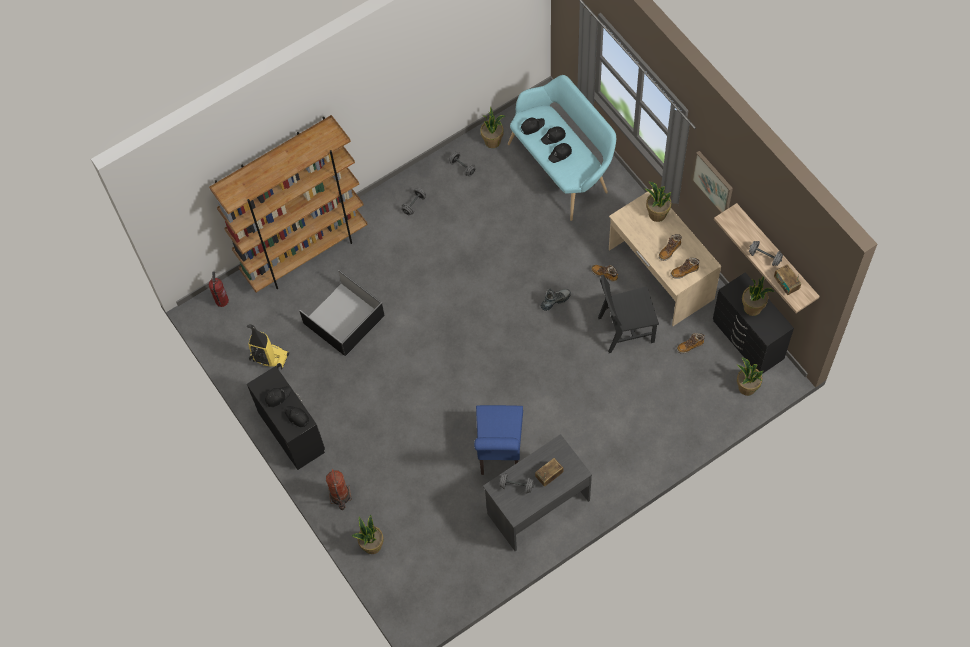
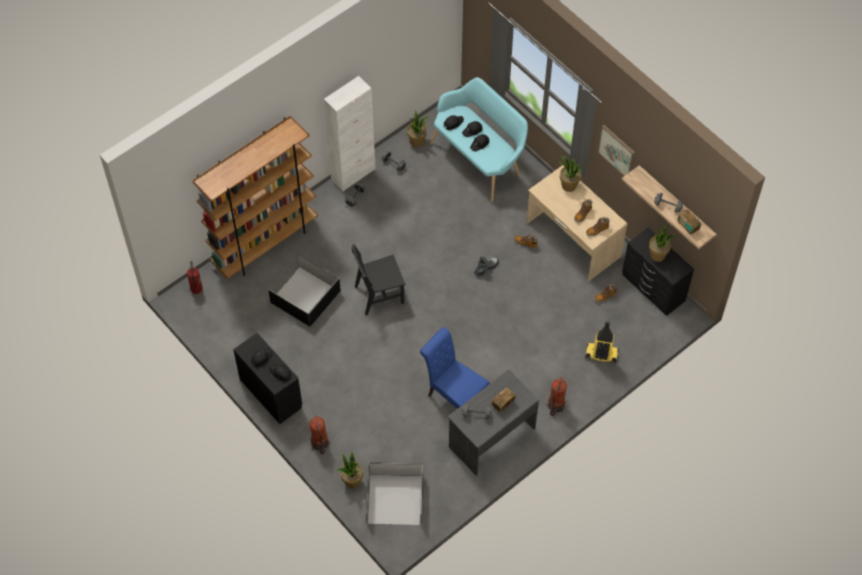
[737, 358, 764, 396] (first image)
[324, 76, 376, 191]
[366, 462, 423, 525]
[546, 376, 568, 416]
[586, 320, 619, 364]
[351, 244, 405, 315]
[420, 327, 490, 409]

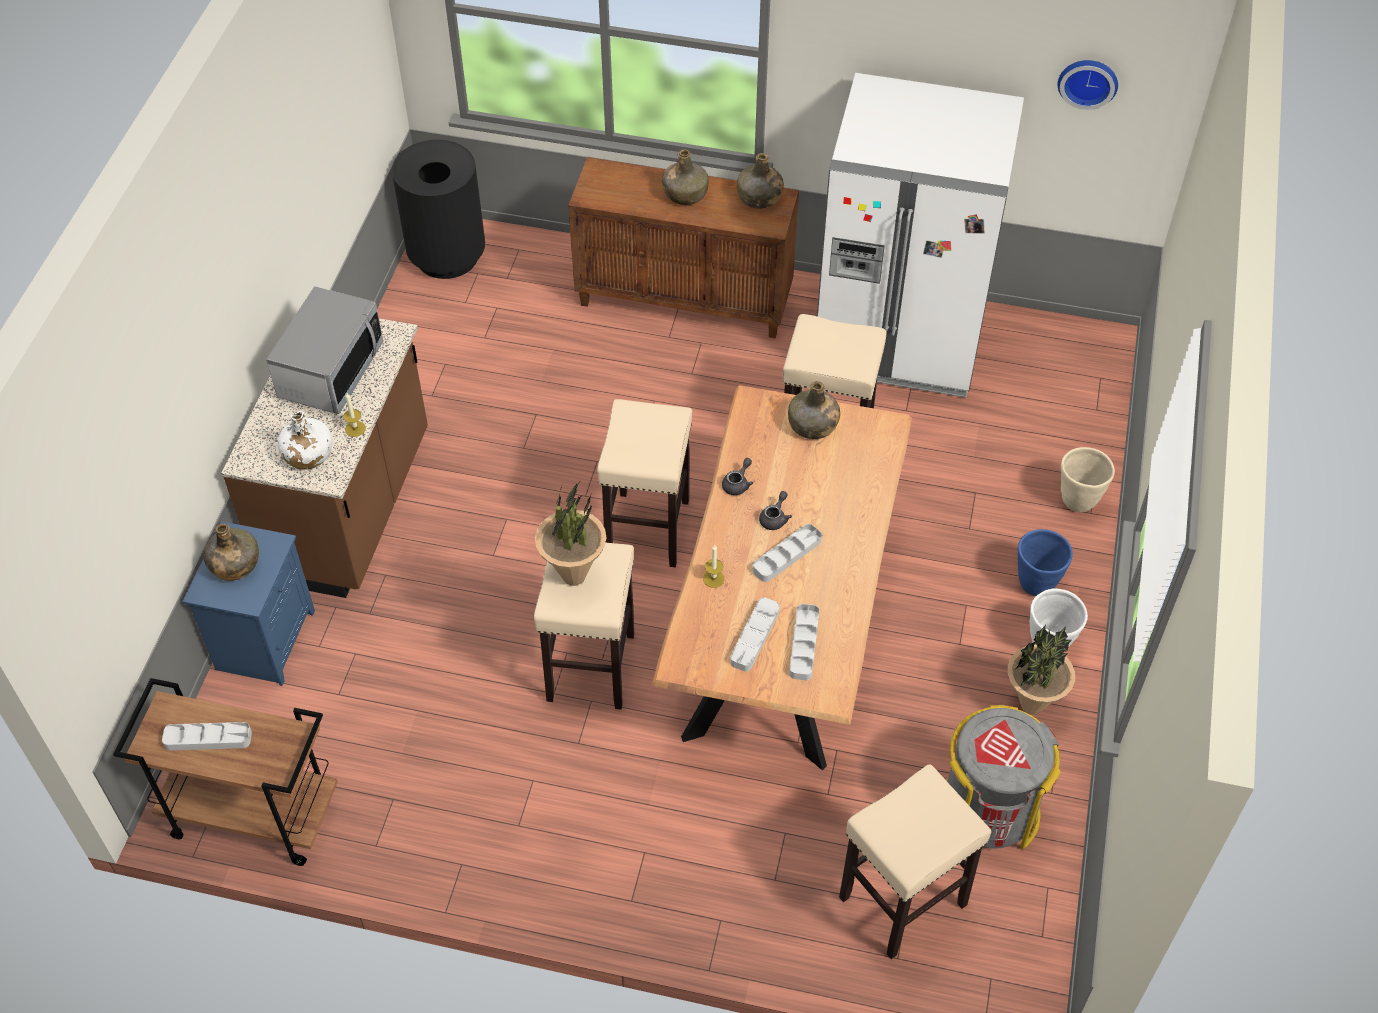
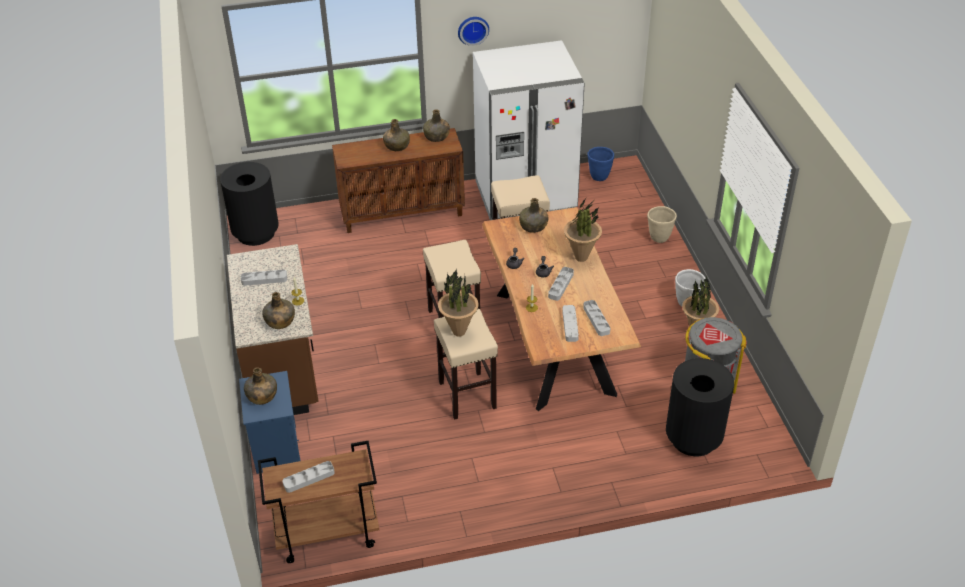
[564, 200, 602, 262]
[587, 147, 614, 181]
[458, 17, 489, 46]
[241, 270, 287, 286]
[666, 358, 734, 456]
[262, 292, 295, 329]

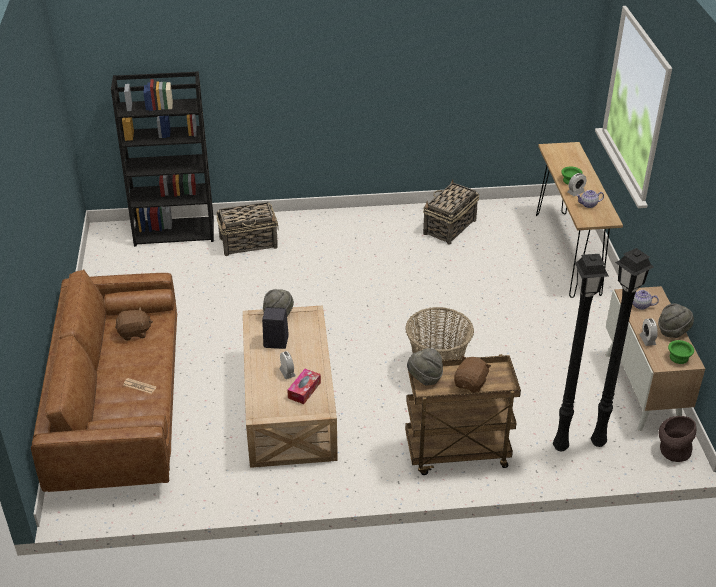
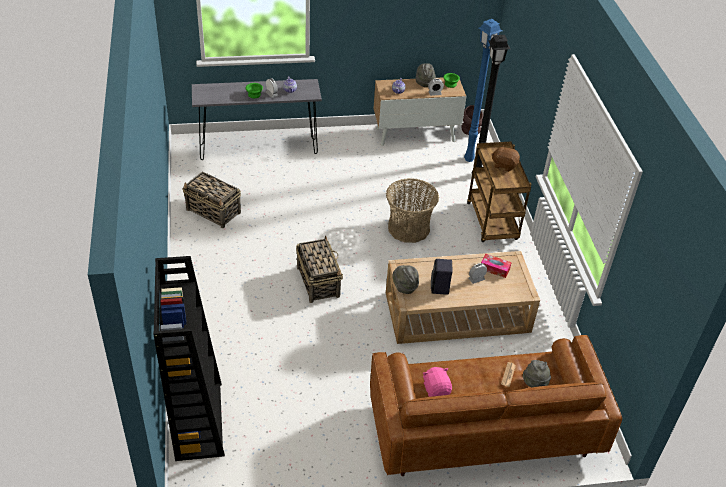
[296, 236, 343, 303]
[523, 360, 551, 387]
[422, 367, 452, 397]
[192, 79, 322, 160]
[464, 19, 502, 162]

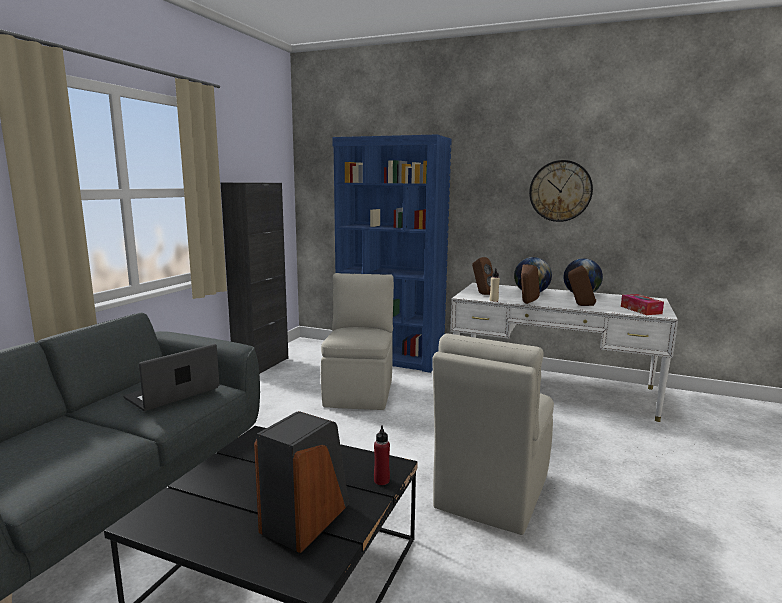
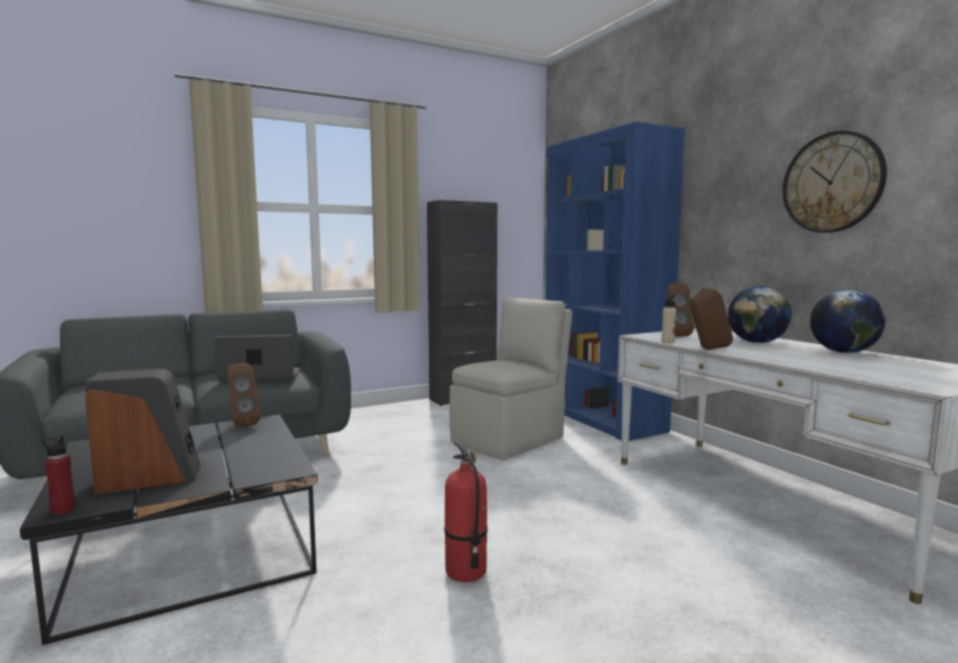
[621, 294, 664, 315] (first image)
[42, 435, 76, 515]
[227, 363, 261, 427]
[444, 441, 488, 582]

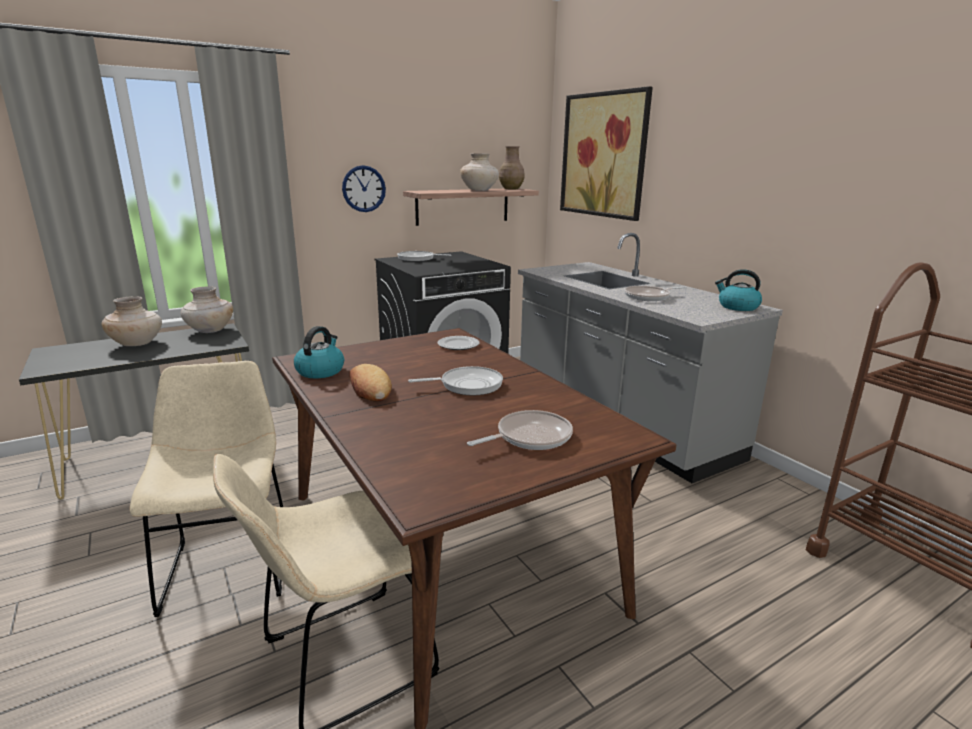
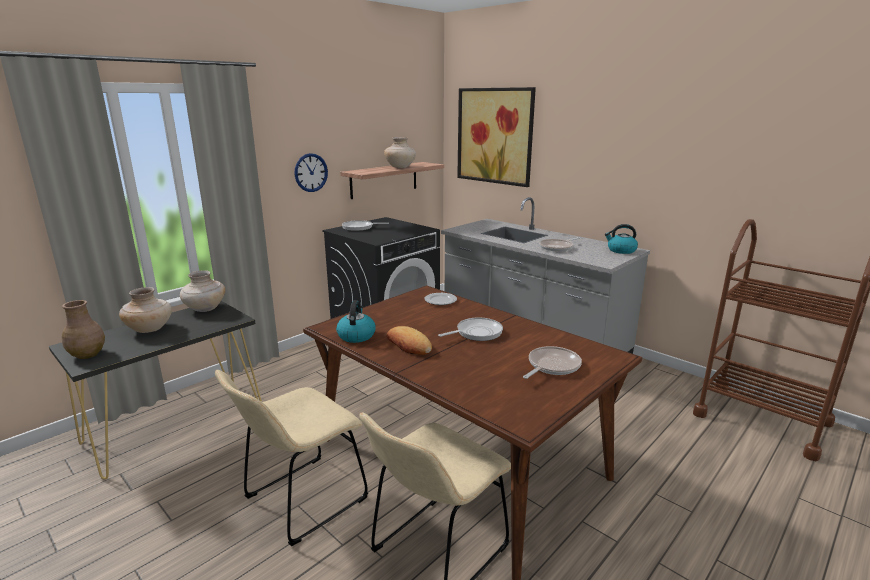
[62, 300, 105, 359]
[215, 370, 368, 546]

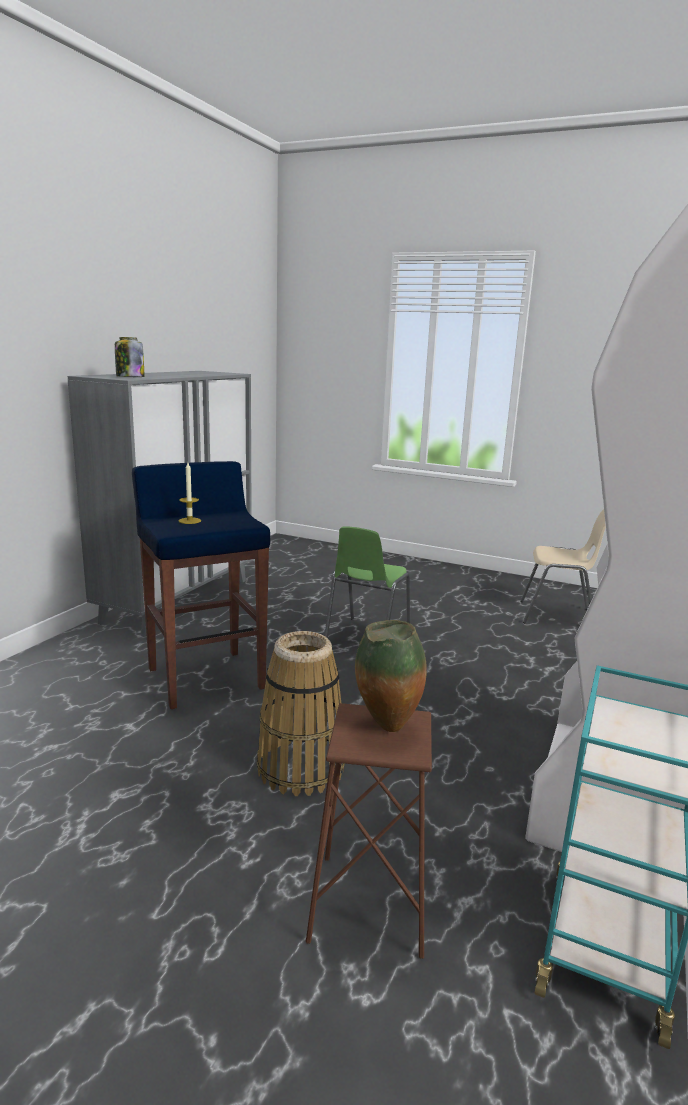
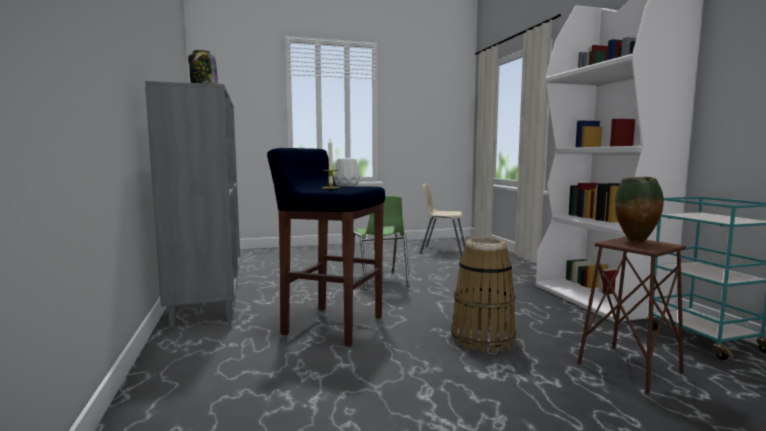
[334, 158, 360, 187]
[420, 184, 465, 256]

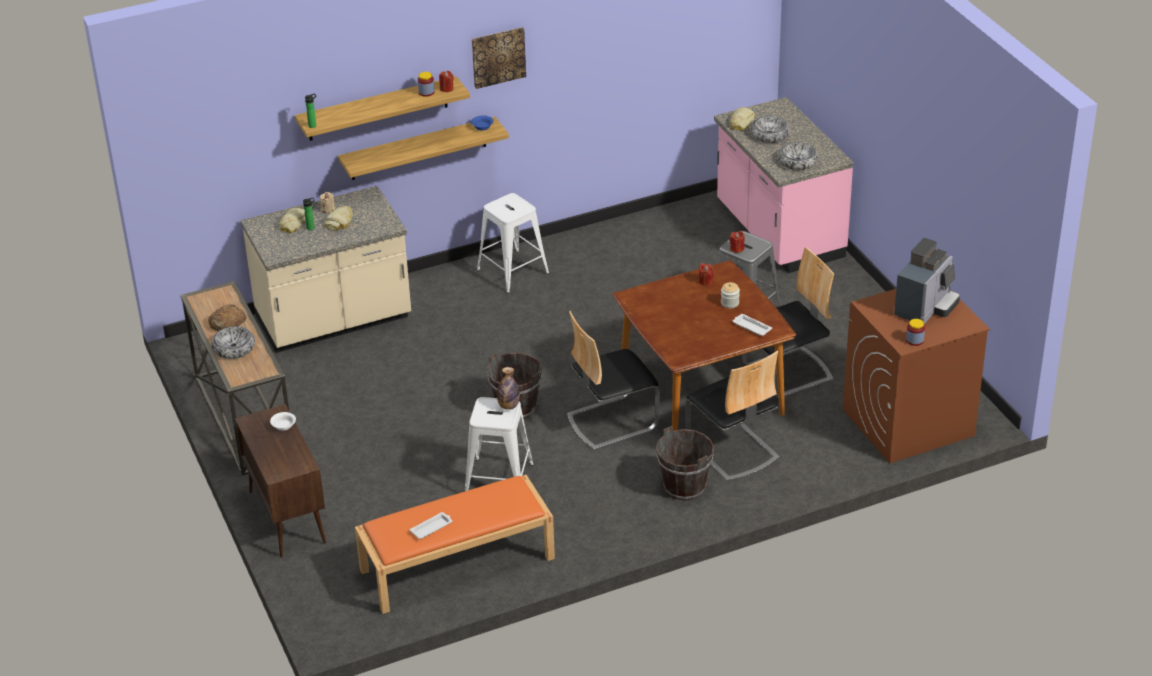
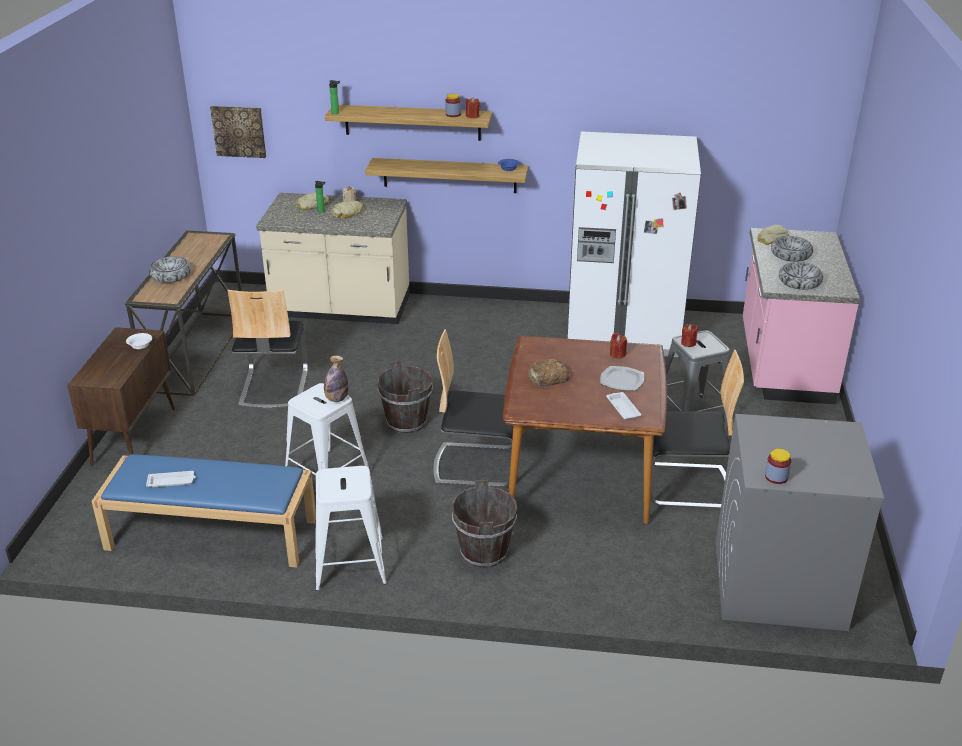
[894, 238, 960, 324] (first image)
[567, 131, 701, 357]
[527, 359, 570, 387]
[210, 106, 266, 158]
[315, 466, 387, 591]
[228, 289, 308, 409]
[600, 366, 644, 391]
[91, 454, 316, 568]
[716, 414, 884, 631]

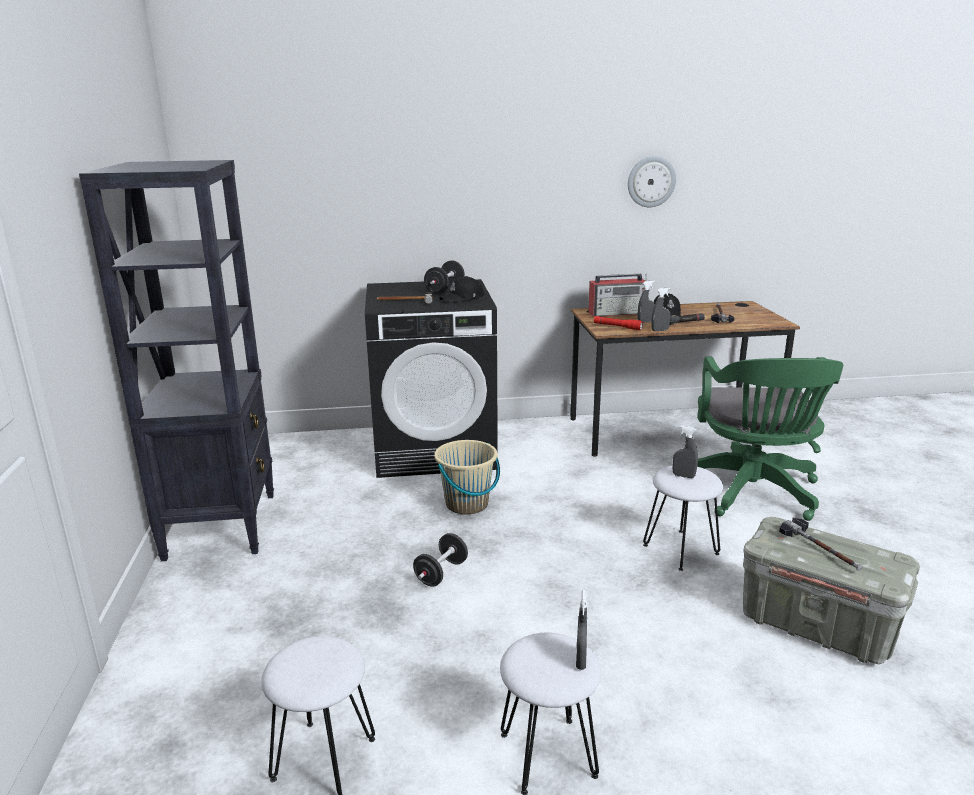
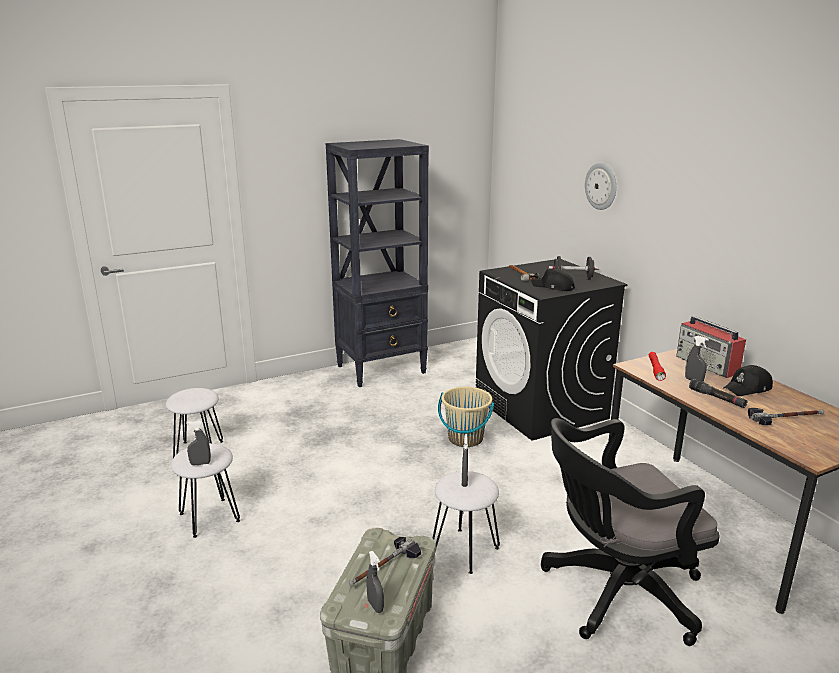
[413, 533, 468, 587] (first image)
[585, 163, 616, 210]
[367, 551, 384, 613]
[541, 418, 720, 646]

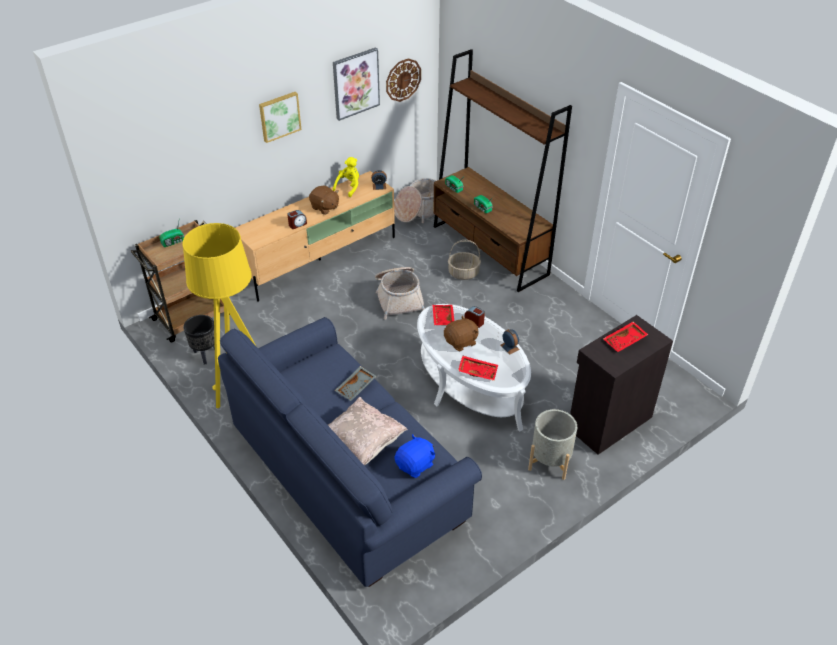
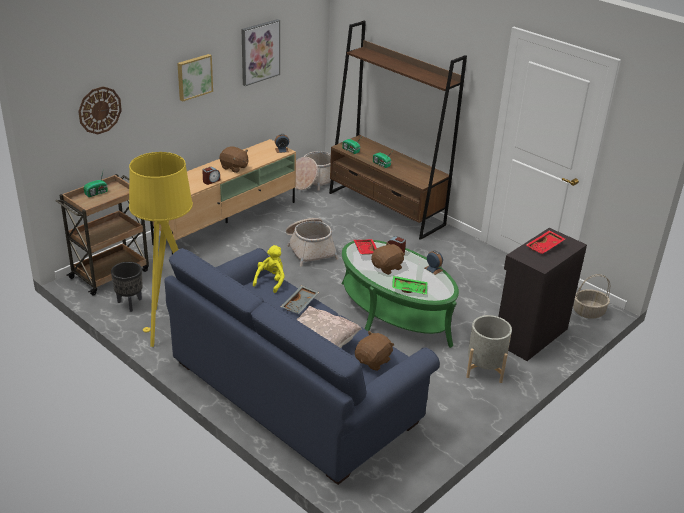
[253, 245, 285, 293]
[78, 86, 122, 134]
[573, 274, 610, 319]
[355, 331, 394, 371]
[342, 239, 459, 348]
[392, 276, 427, 295]

